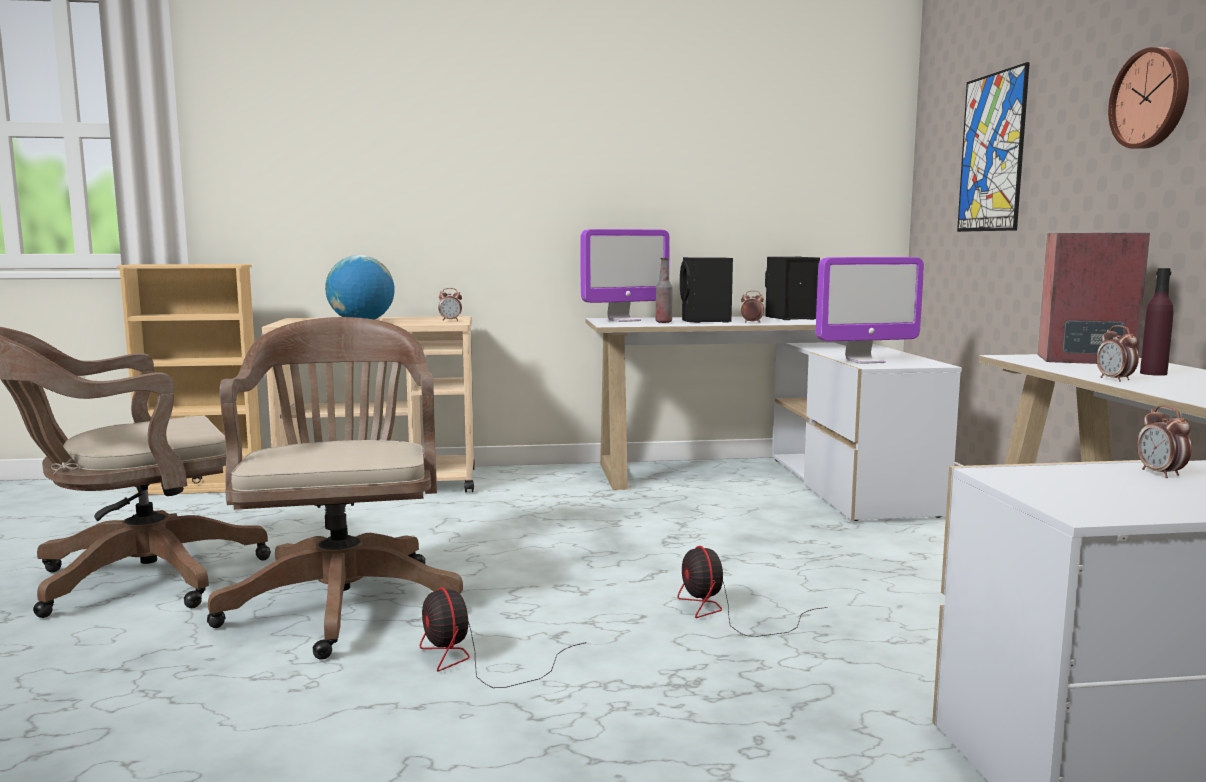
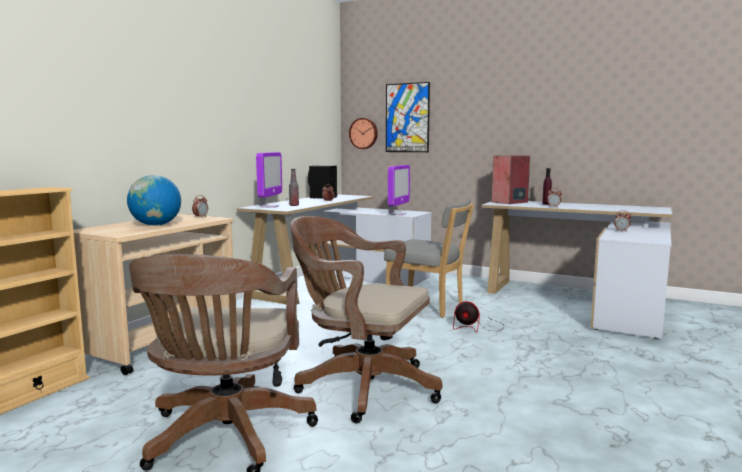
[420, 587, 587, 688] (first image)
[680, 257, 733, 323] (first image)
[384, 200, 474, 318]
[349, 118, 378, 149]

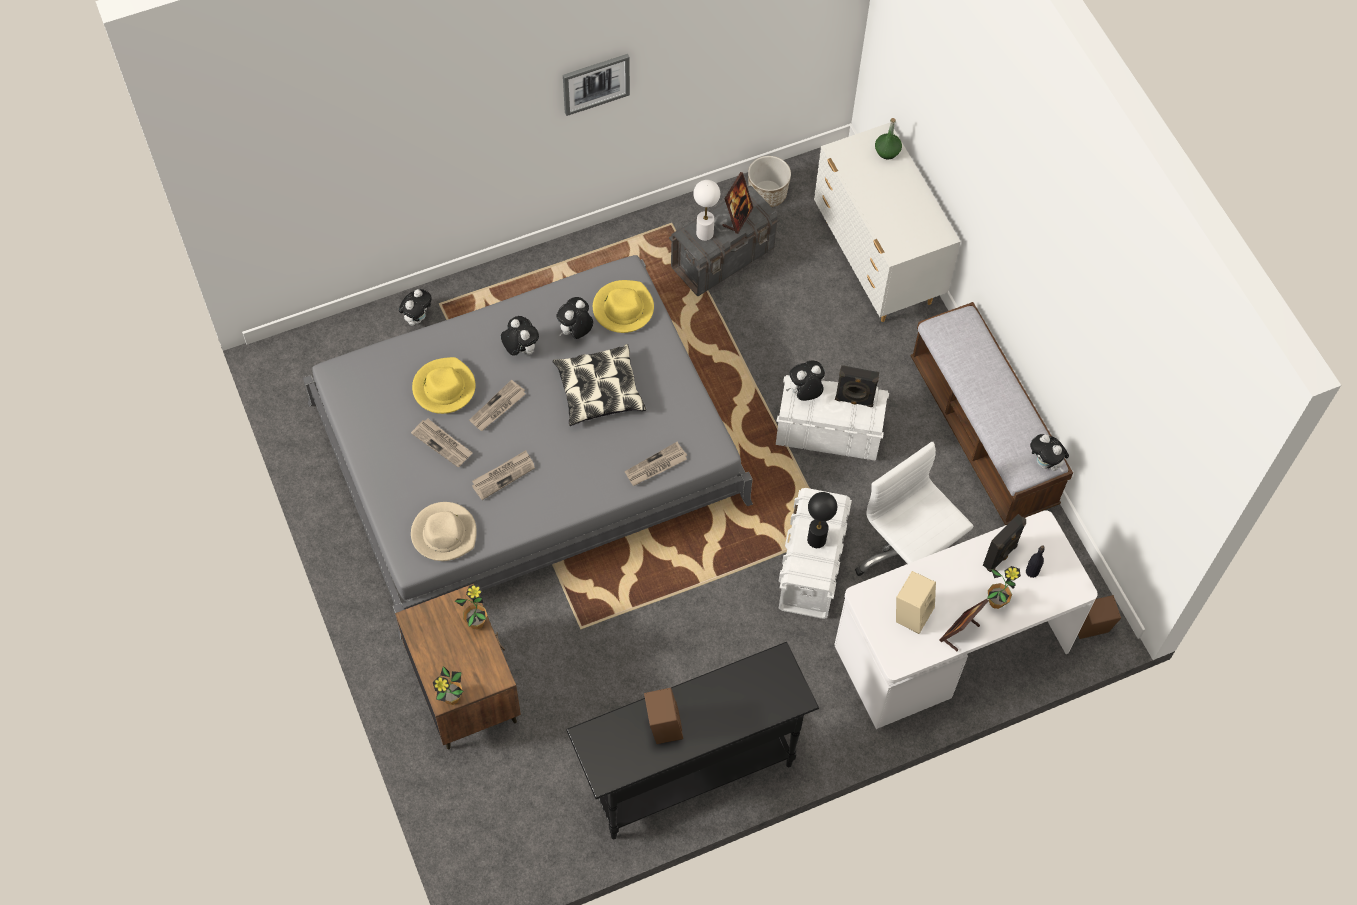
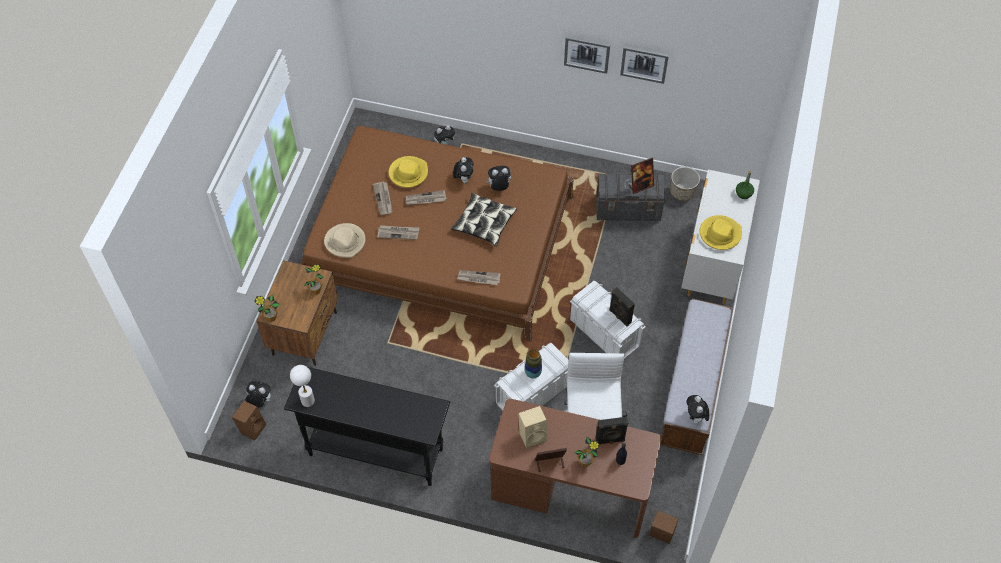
[620, 46, 669, 84]
[700, 215, 742, 250]
[232, 401, 266, 441]
[290, 365, 315, 407]
[245, 381, 271, 408]
[525, 349, 542, 379]
[300, 126, 574, 342]
[489, 399, 662, 538]

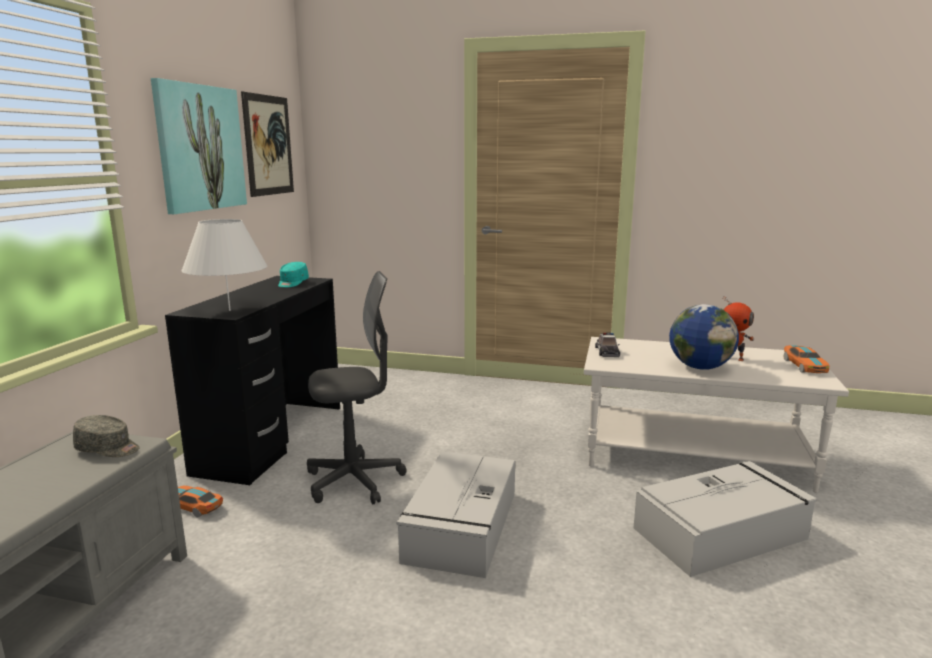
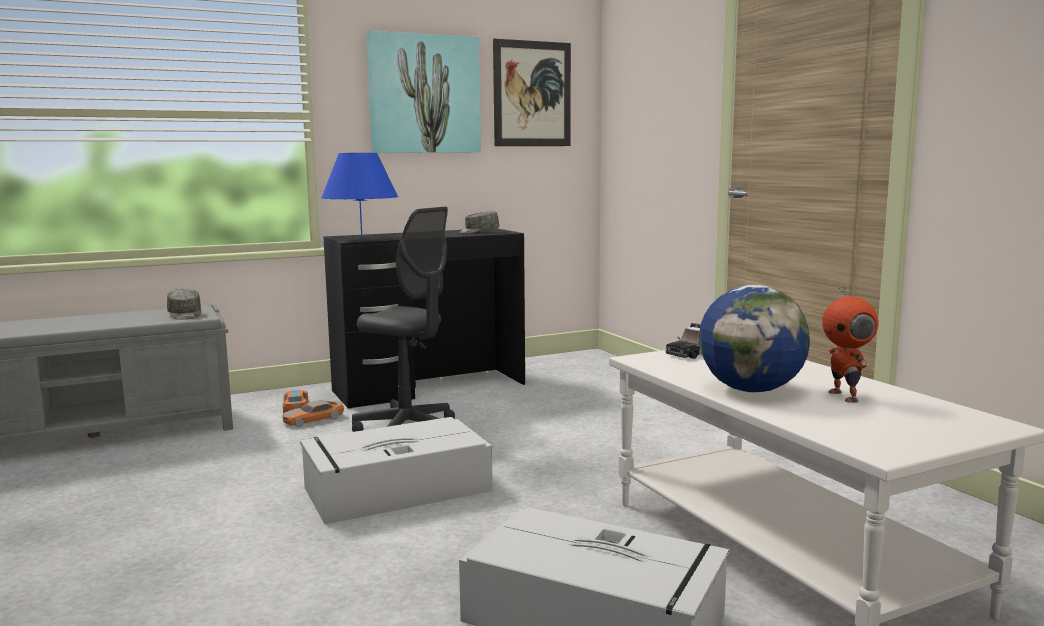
[282, 400, 344, 427]
[321, 153, 398, 239]
[458, 211, 499, 234]

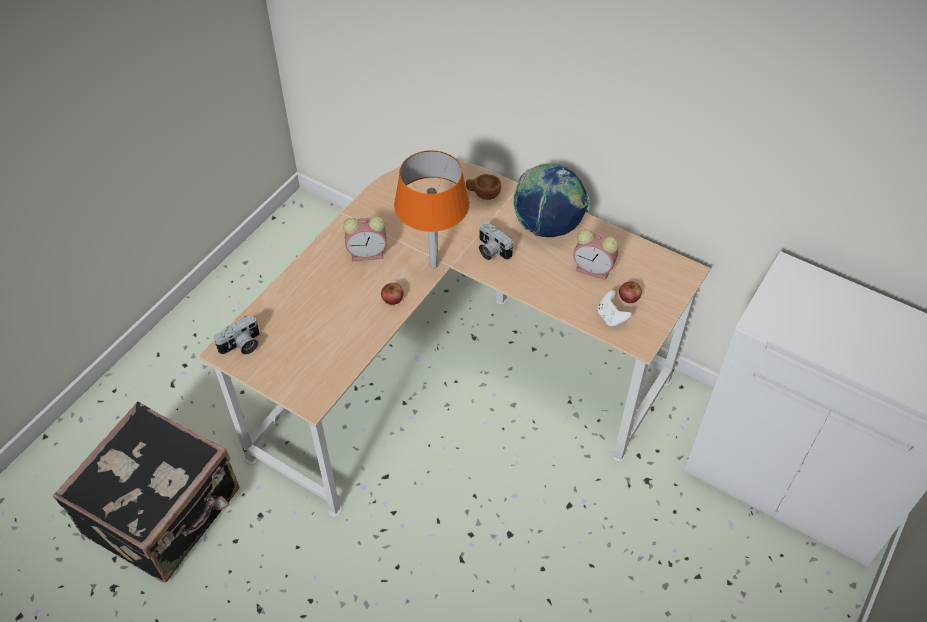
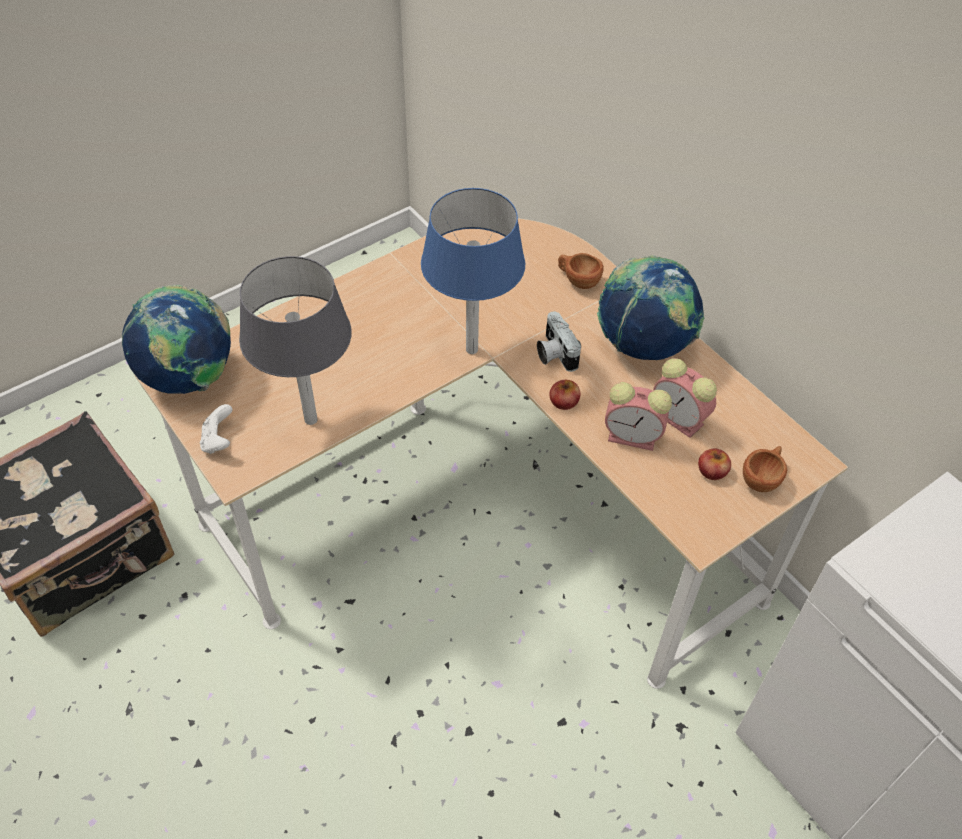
[239, 256, 352, 425]
[743, 446, 787, 492]
[605, 382, 672, 451]
[549, 380, 580, 410]
[200, 404, 232, 454]
[122, 285, 231, 394]
[421, 188, 525, 354]

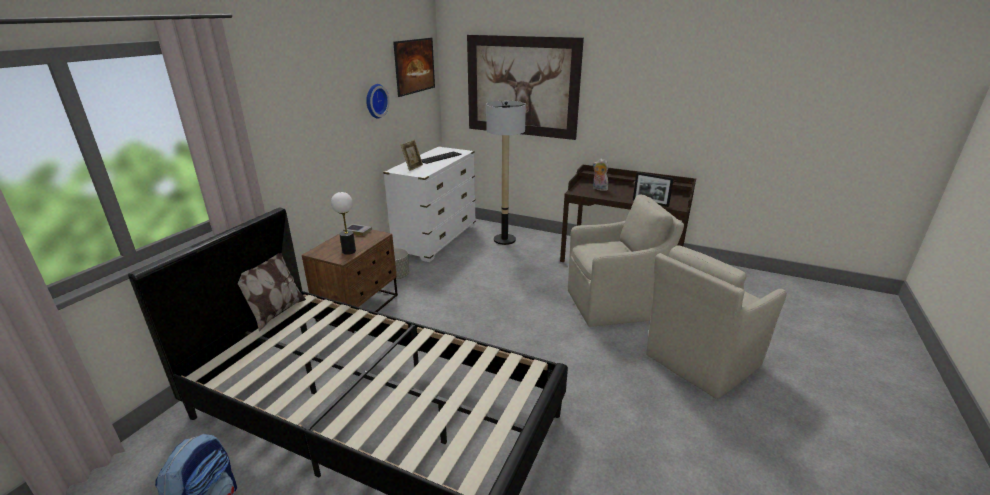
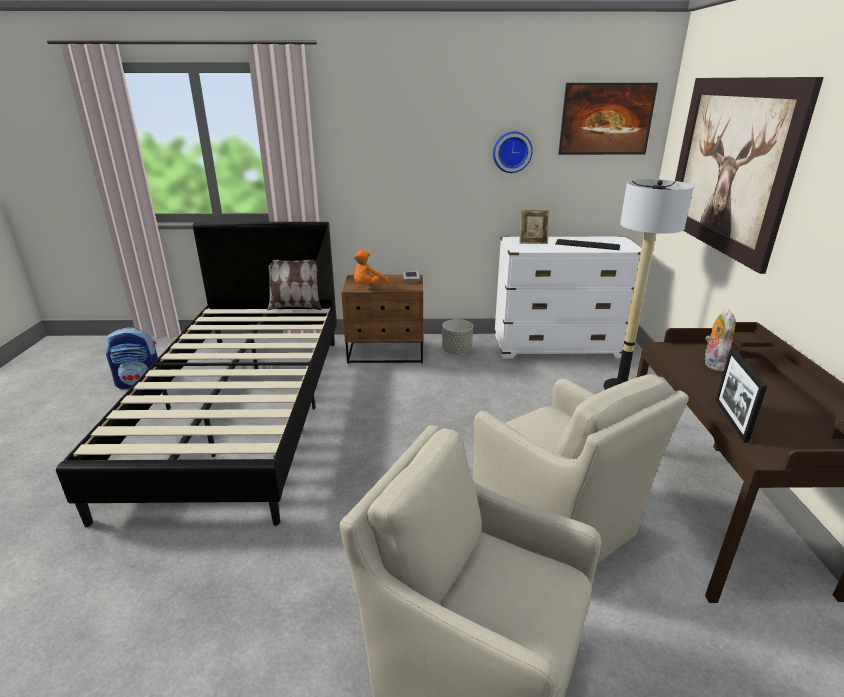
[354, 250, 389, 285]

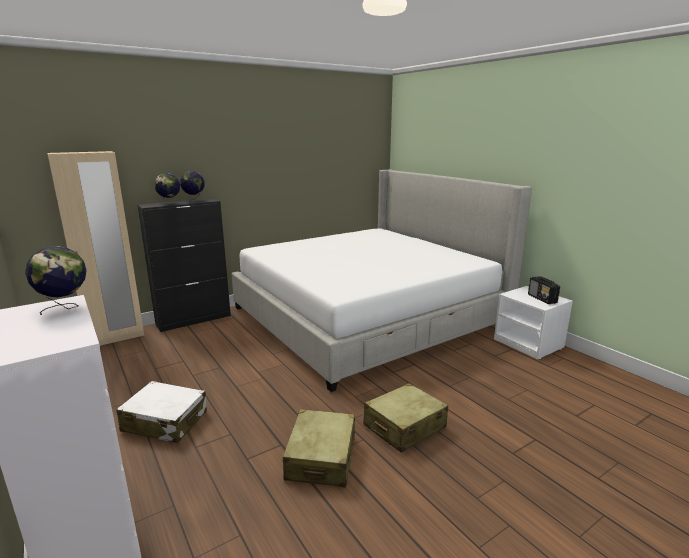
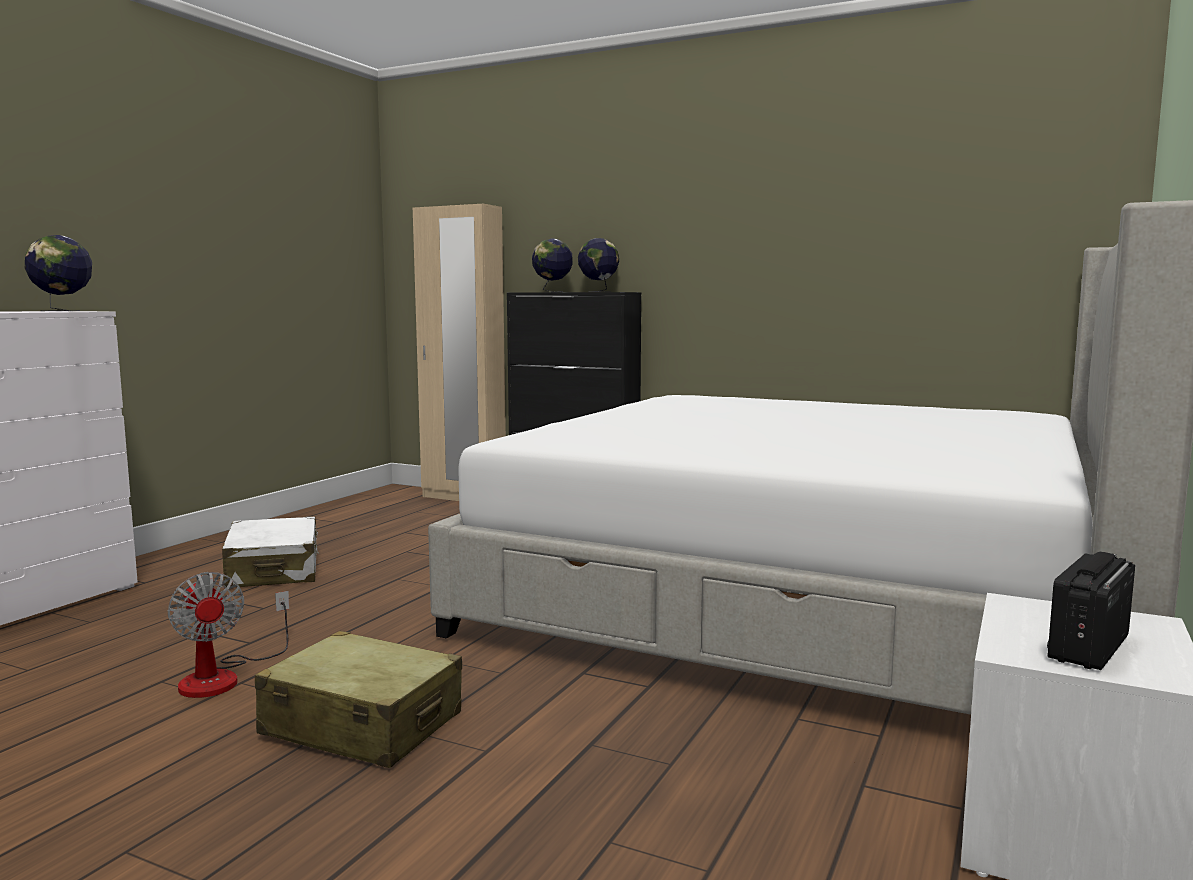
[168, 572, 289, 698]

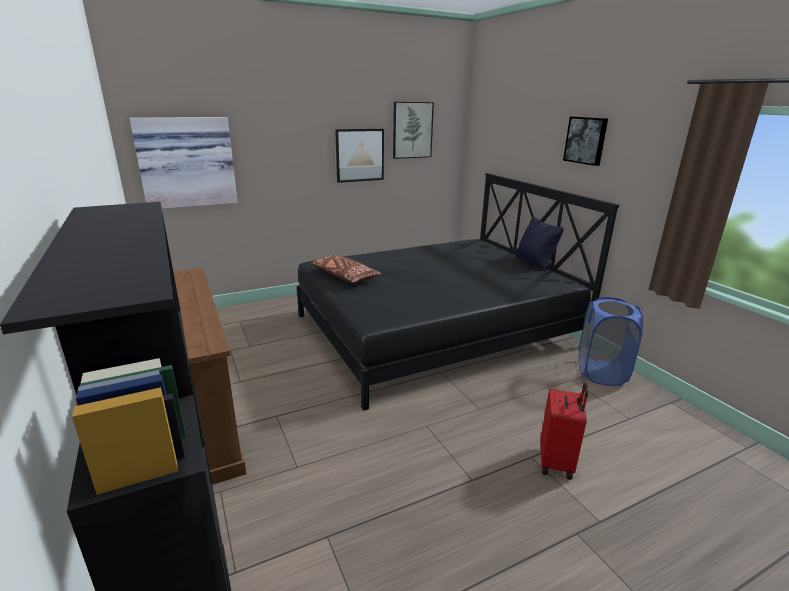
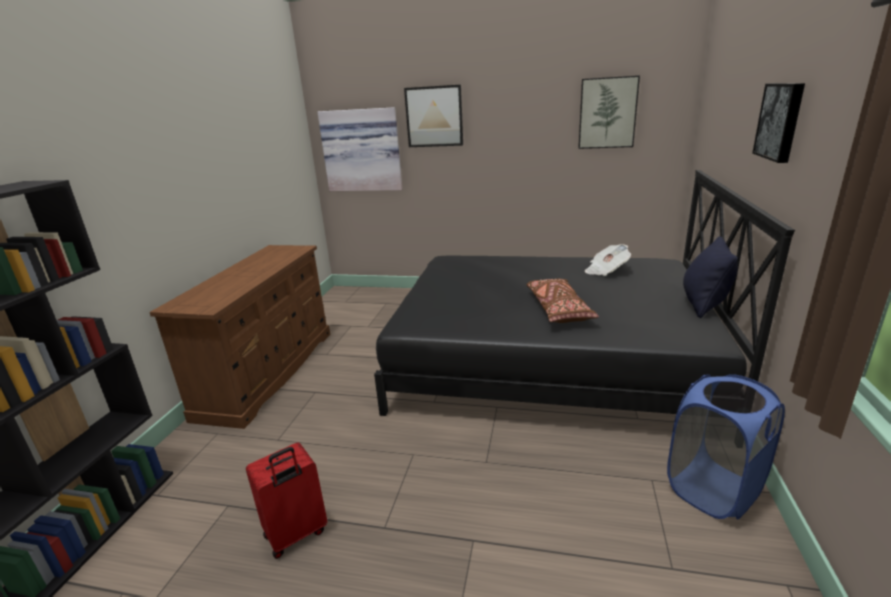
[585, 244, 631, 276]
[527, 279, 599, 323]
[404, 85, 463, 147]
[246, 443, 327, 559]

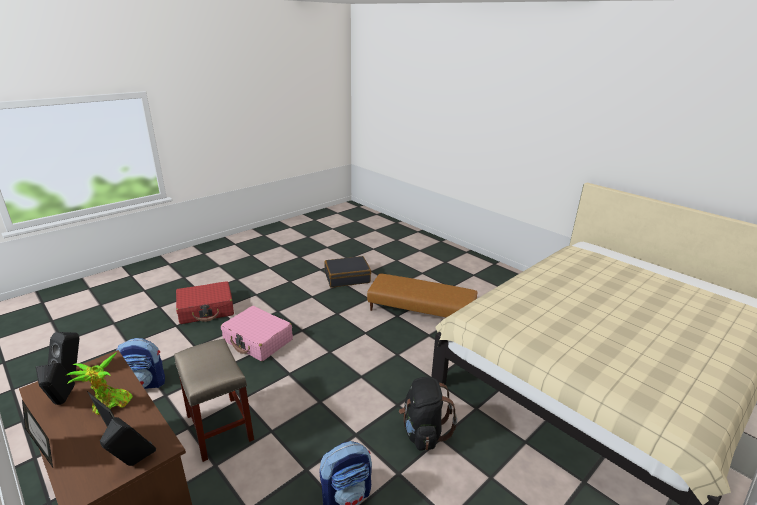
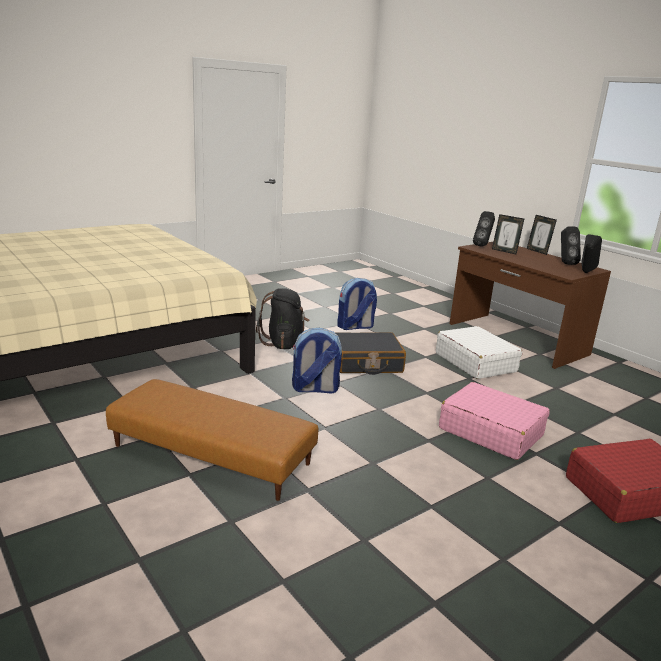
[66, 352, 133, 415] (first image)
[292, 328, 342, 394]
[335, 332, 406, 375]
[436, 326, 522, 379]

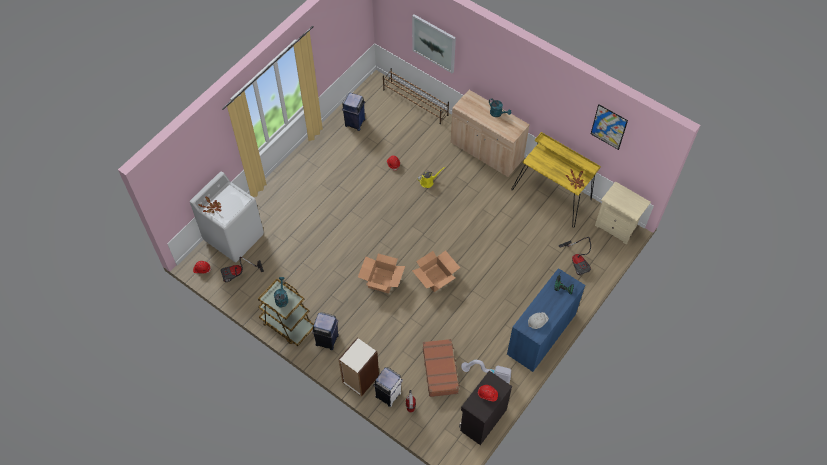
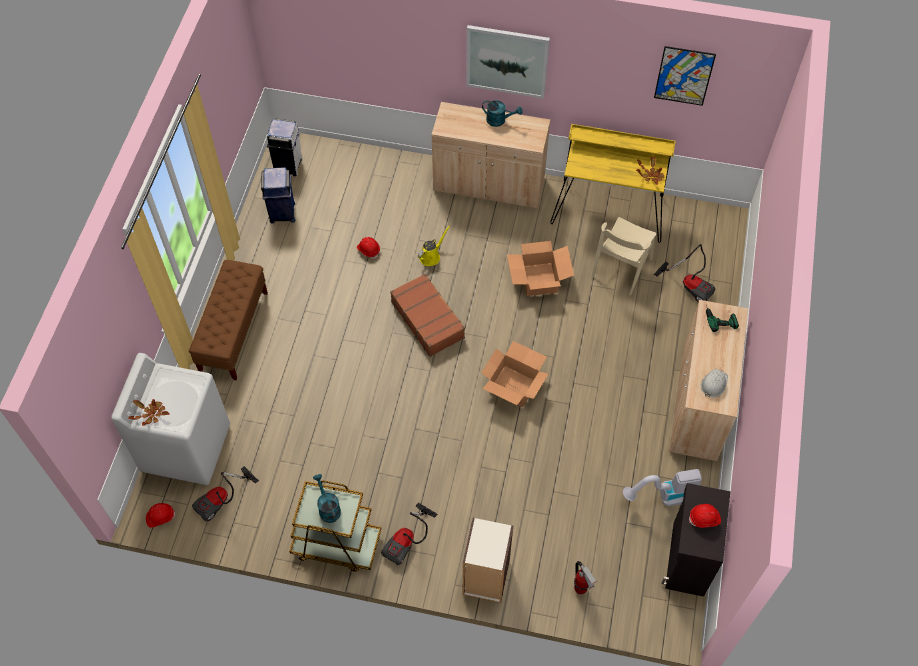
[383, 68, 449, 124] (first image)
[595, 181, 651, 245] (first image)
[189, 260, 268, 380]
[592, 217, 656, 295]
[507, 241, 574, 296]
[267, 119, 303, 176]
[466, 25, 550, 99]
[390, 274, 465, 357]
[381, 503, 437, 566]
[669, 300, 748, 461]

